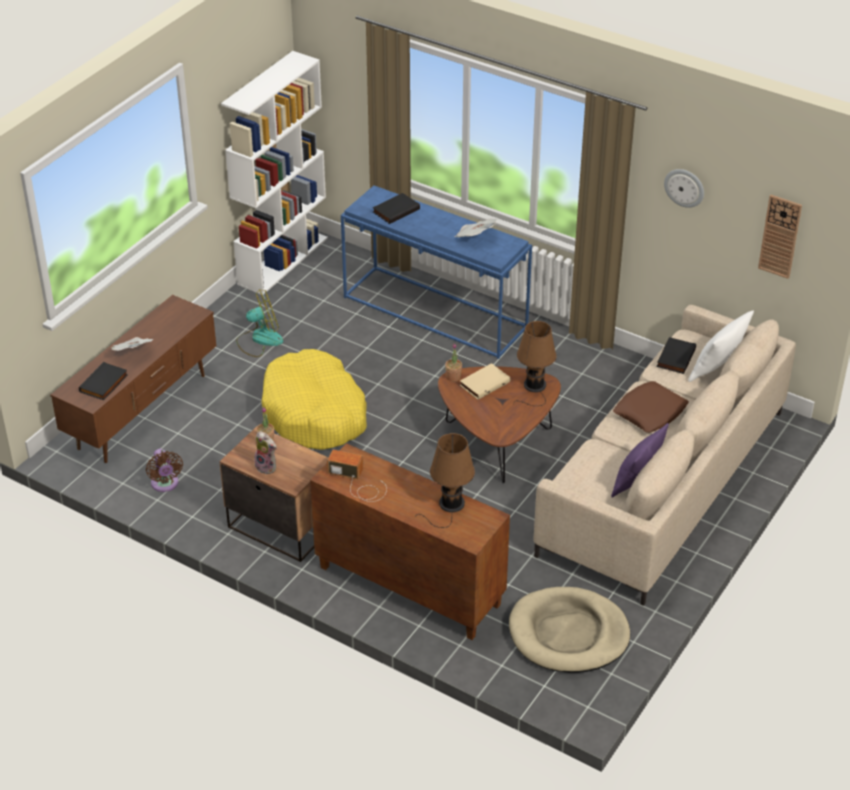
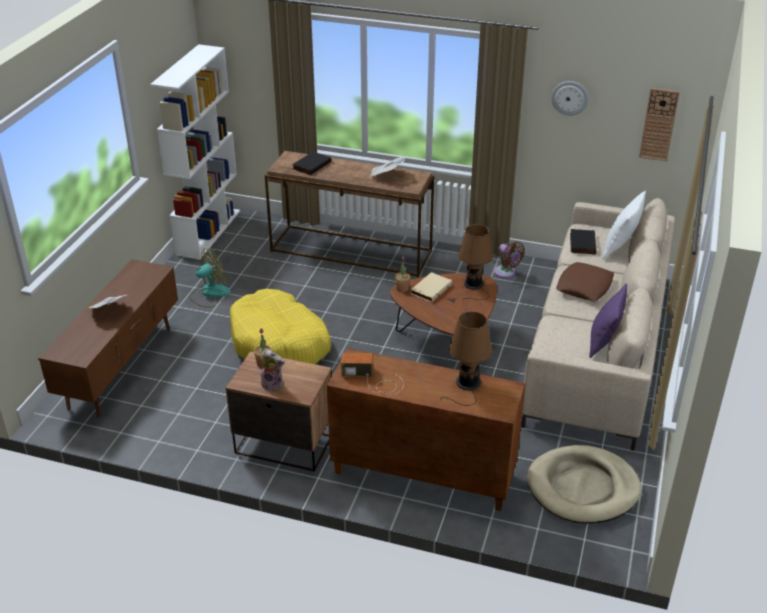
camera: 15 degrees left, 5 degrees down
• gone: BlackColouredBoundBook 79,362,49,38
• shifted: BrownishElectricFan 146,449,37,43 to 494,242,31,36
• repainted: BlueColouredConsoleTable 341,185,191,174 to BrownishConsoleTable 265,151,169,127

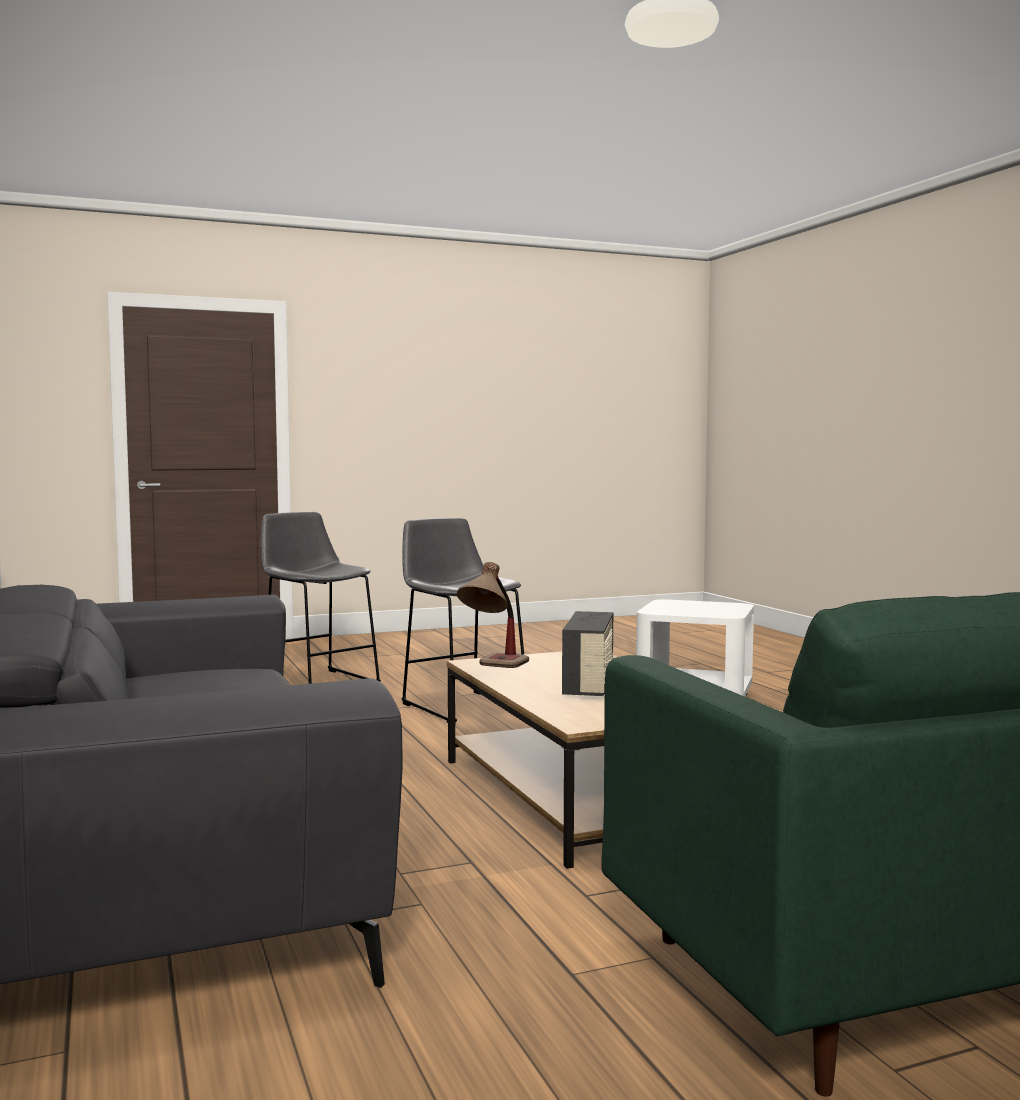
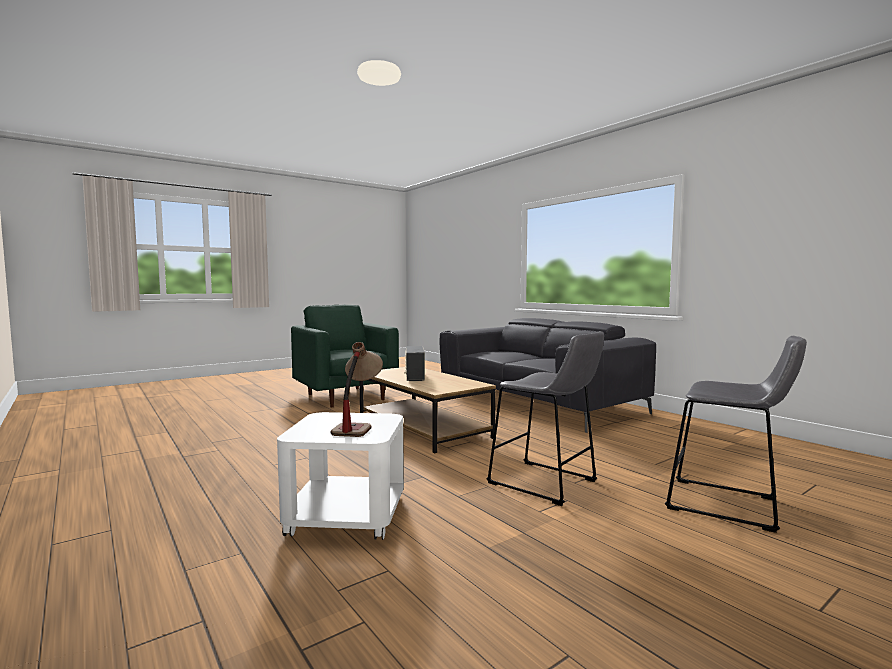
camera: 165 degrees right, 0 degrees up
• shifted: TableLamp 457,562,72,106 to 330,342,53,95

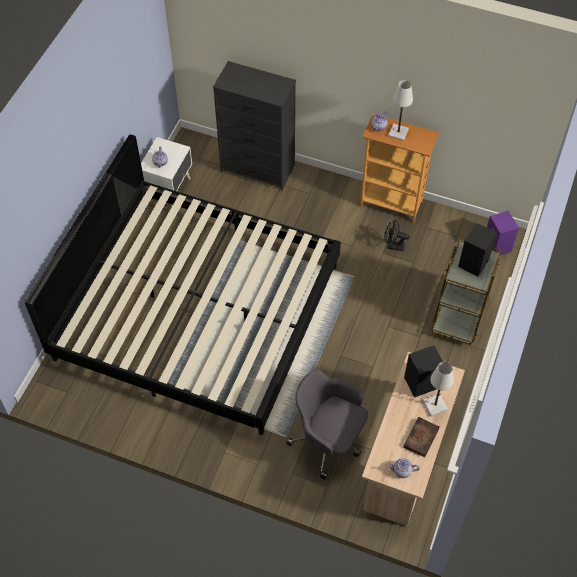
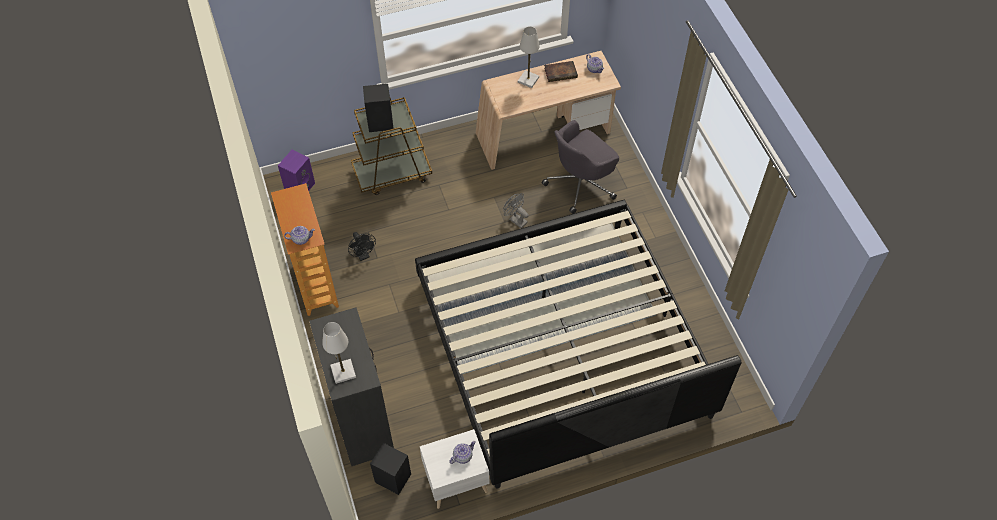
camera: 130 degrees left, 0 degrees up
• new: GreyElectricFan 503,193,26,35
• shifted: WhiteTableLamp 388,80,25,61 to 322,322,34,62
• shifted: BlackColouredAudioSpeaker 404,345,39,53 to 370,443,41,52
• rotated: GreyDeskChair 286,369,82,110 = 542,120,77,94 60 degrees clockwise

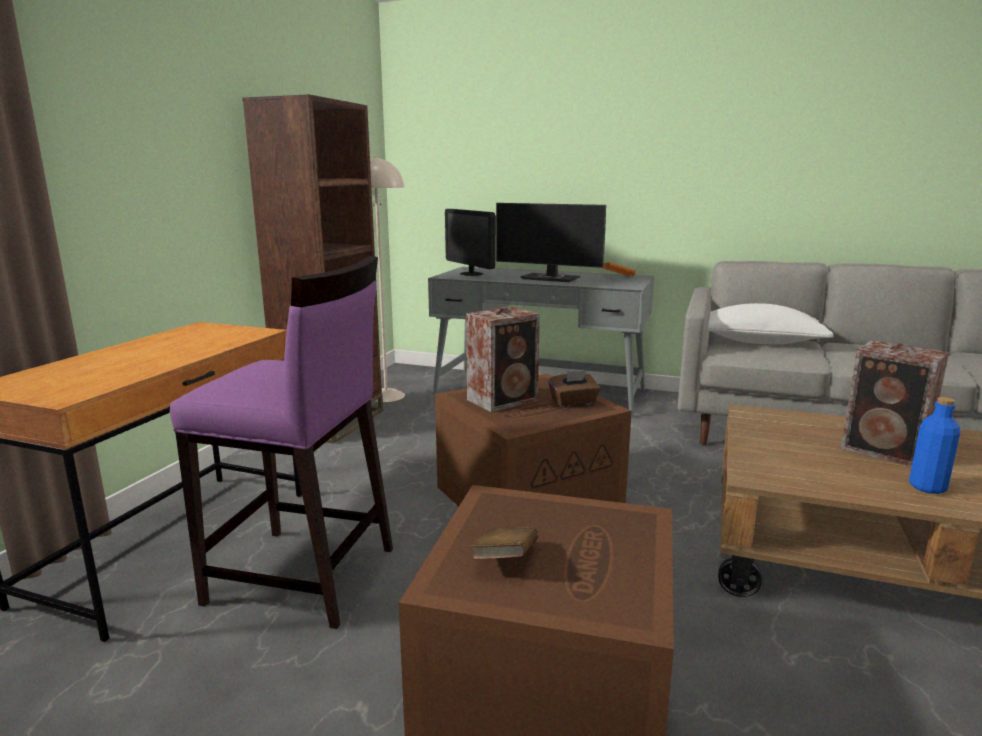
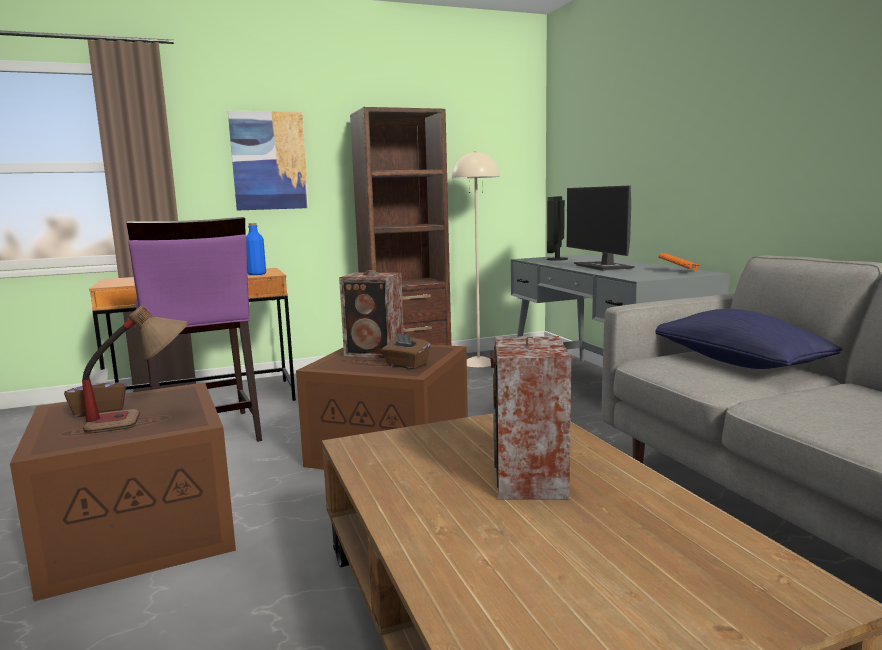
camera: 50 degrees right, 5 degrees down
• new: TableLamp 82,305,106,128
• new: WallPicture 228,111,81,99
• shifted: BlueColouredDrinkBottle 909,397,52,97 to 246,223,20,52
• swapped: BrownishBoundBook 470,528,69,31 to BrownishTissueBox 64,368,63,49
• repainted: WhitePillow 708,303,126,41 to BlueColouredPillow 655,309,188,60

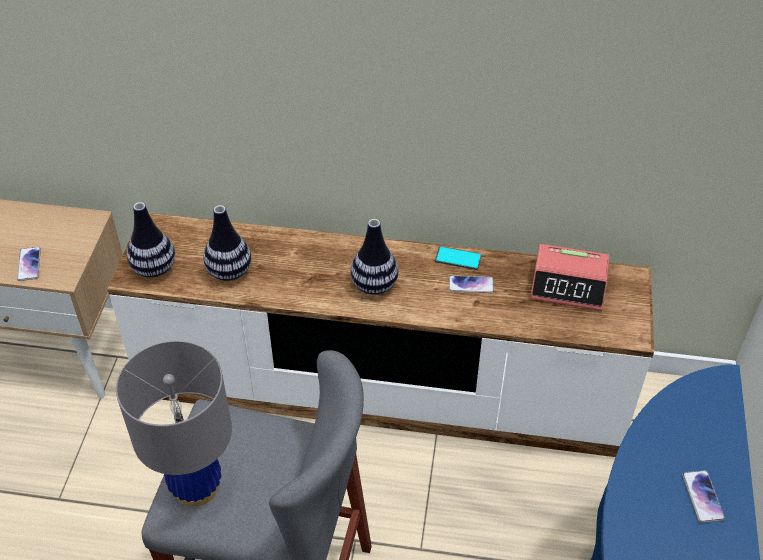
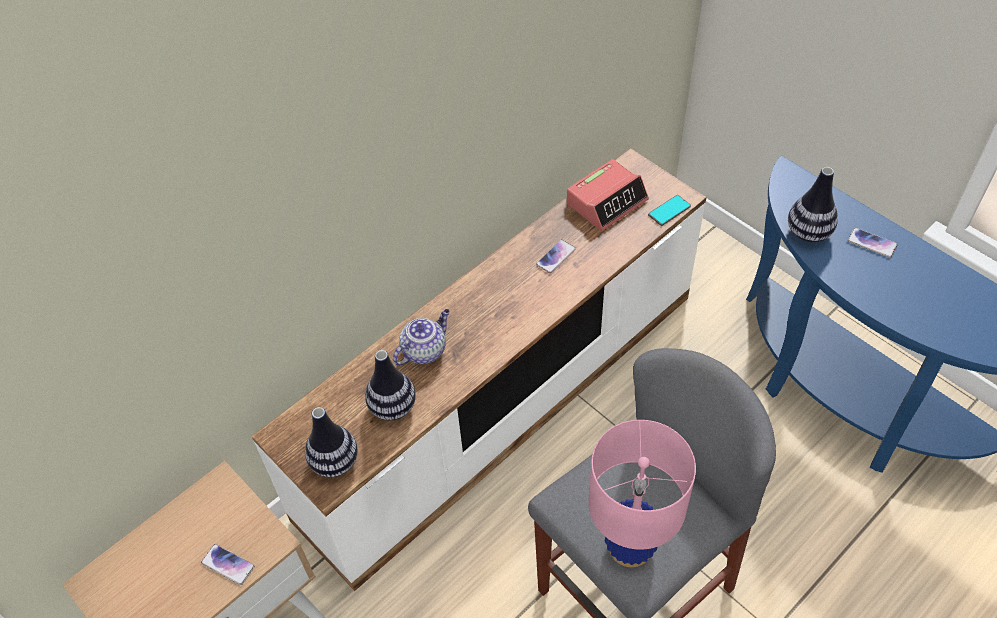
camera: 50 degrees left, 5 degrees up
• new: PotForTea 393,309,57,57
• shifted: DecorativeVase 350,219,49,76 to 788,167,50,75
• shifted: Handset 435,246,47,24 to 648,195,43,31
• repainted: GreyTableLamp 116,341,116,165 to PinkTableLamp 588,420,108,147

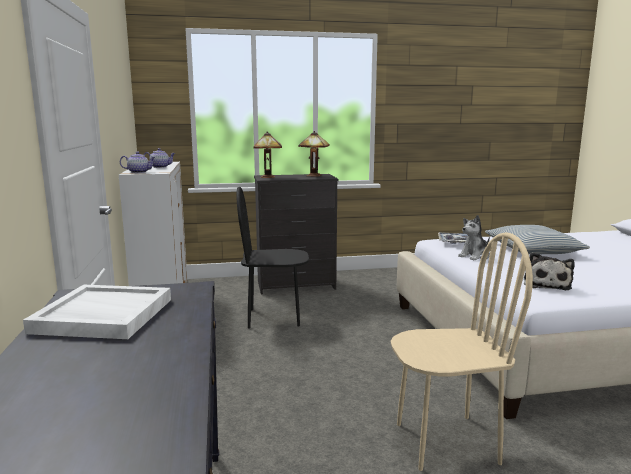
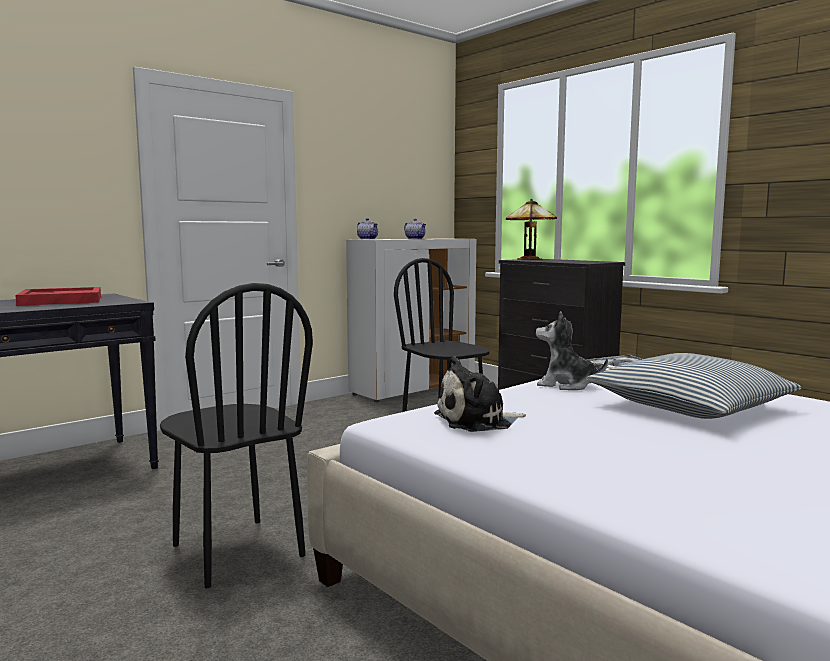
camera: 60 degrees right, 5 degrees down
• gone: TableLamp 298,131,31,46
• repainted: WhiteCarryingTray 23,285,148,54 to RedColouredCarryingTray 15,287,86,19
• repainted: SandColouredPlainChair 391,232,142,239 to BlackColouredPlainChair 160,283,153,305

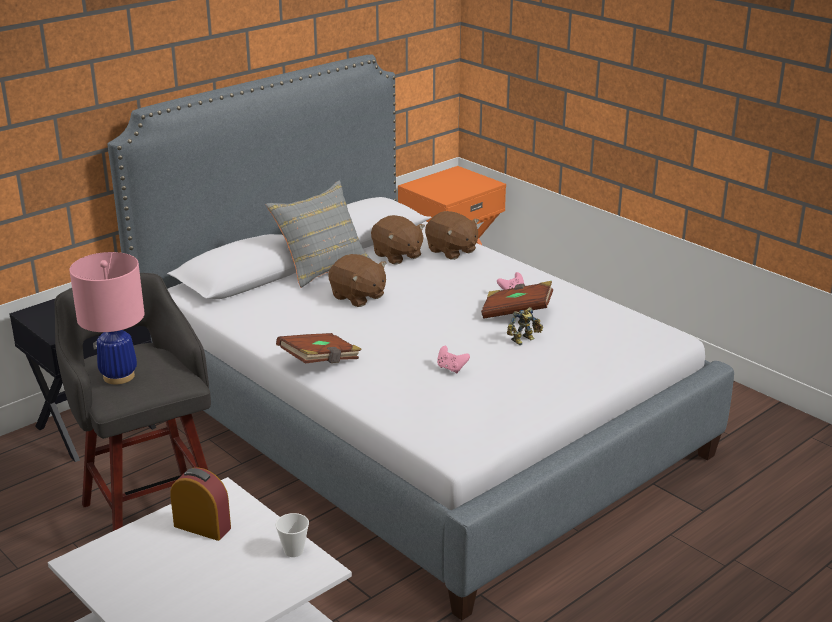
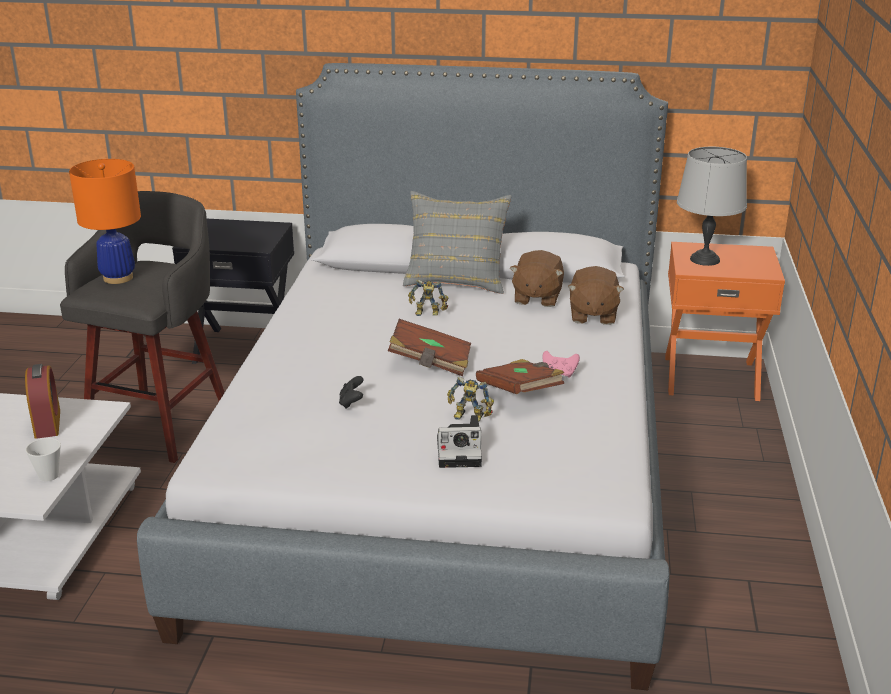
camera: 50 degrees right, 0 degrees up
• new: PhotoCamera 437,415,45,53
• new: GreyTableLamp 677,147,70,119
• shifted: BrownishBoundBook 276,333,86,31 to 388,319,83,57
• swapped: BrownishCuddlyToy 328,254,58,53 to RobotFigure 408,280,40,36
• repainted: PinkTableLamp 69,252,76,132 to OrangeyTableLamp 69,159,72,125
• repainted: PinkGameController 437,346,33,27 to BlackColouredGameController 339,376,24,33

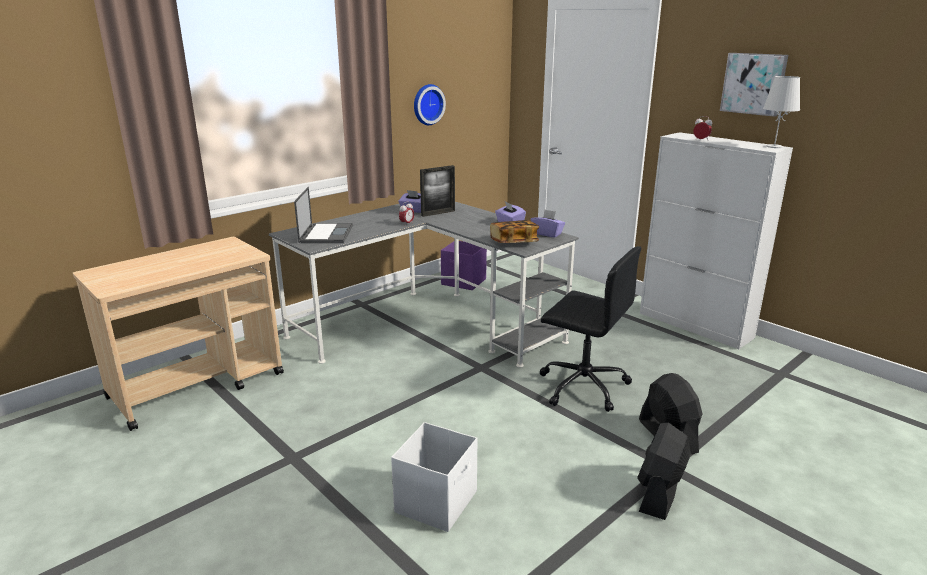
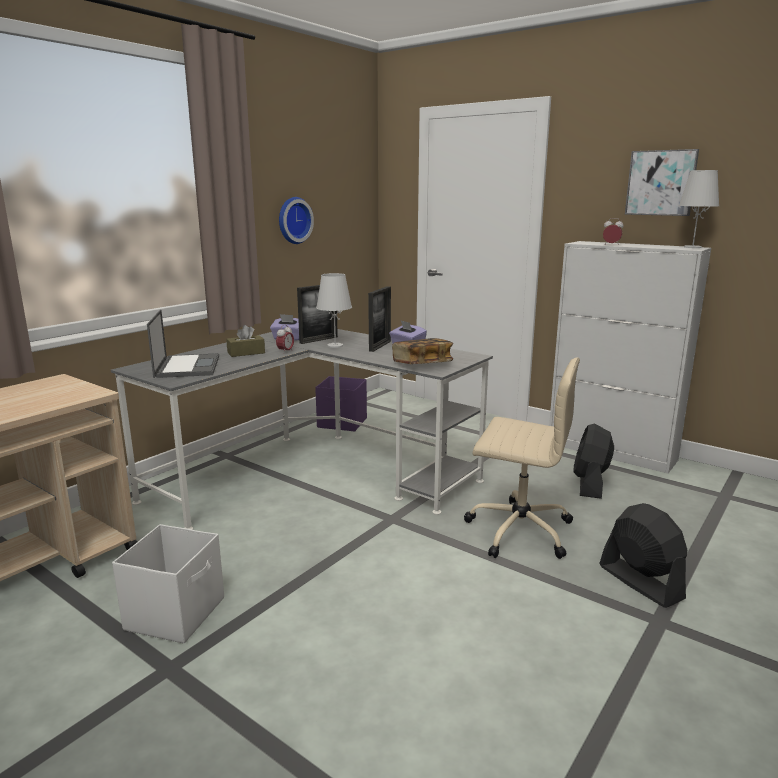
camera: 10 degrees left, 5 degrees down
• gone: PurpleTissueBox 531,209,34,29
• new: BrownishTissueBox 226,325,39,32
• new: WhiteTableLamp 316,273,36,75
• new: PhotoFrame 368,286,23,66
• shifted: WhiteStorageContainer 391,422,86,110 to 112,524,112,120
• shifted: BlackColouredElectricFan 637,423,54,97 to 573,423,41,76
• repainted: BlackColouredDeskChair 540,246,101,166 to SandColouredDeskChair 464,357,116,202

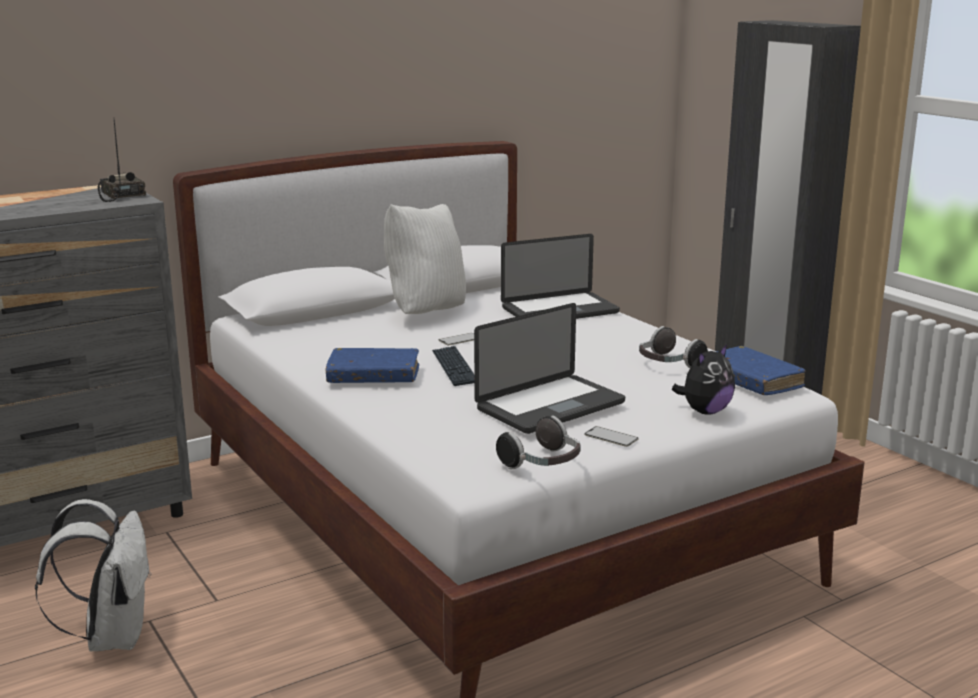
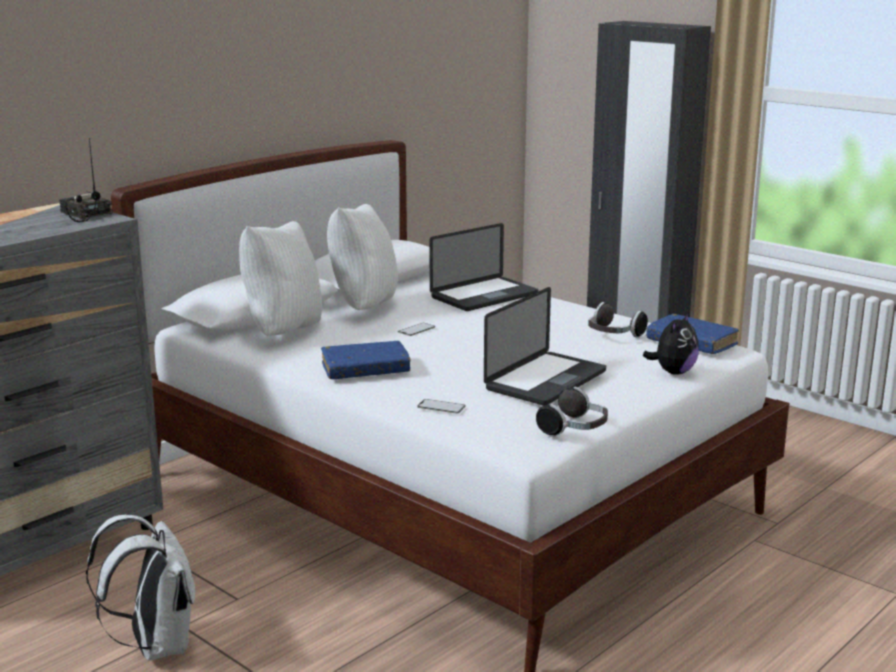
camera: 15 degrees left, 0 degrees up
• gone: ComputerKeyboard 432,346,42,40
• new: WhitePillow 239,221,83,115
• shifted: Handset 584,426,54,21 to 417,399,48,15

